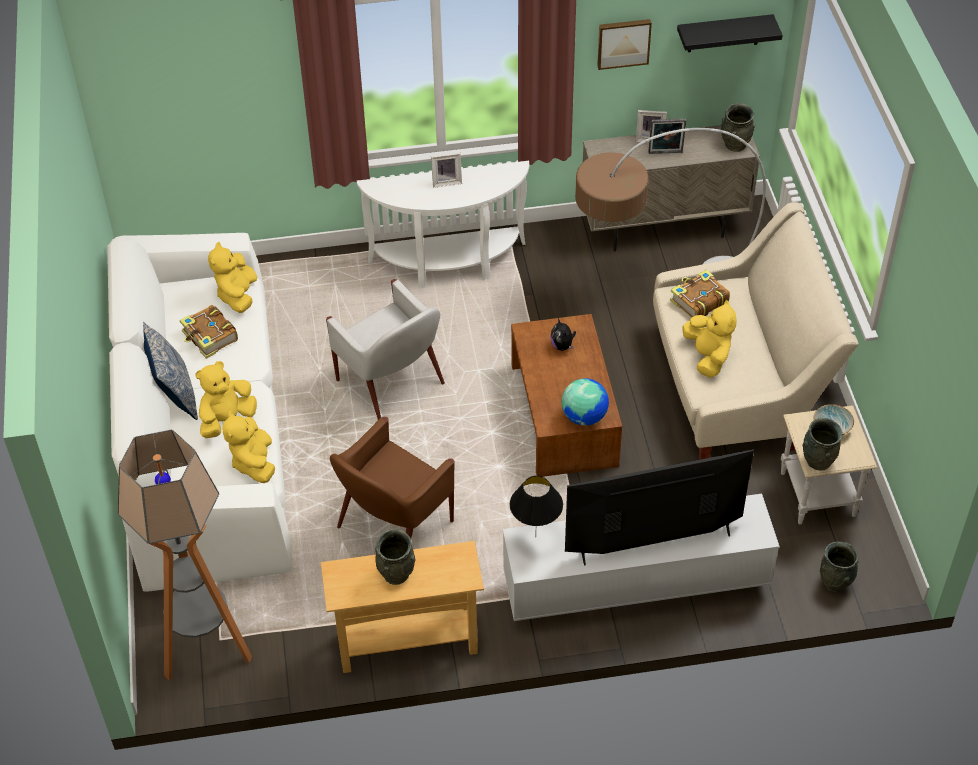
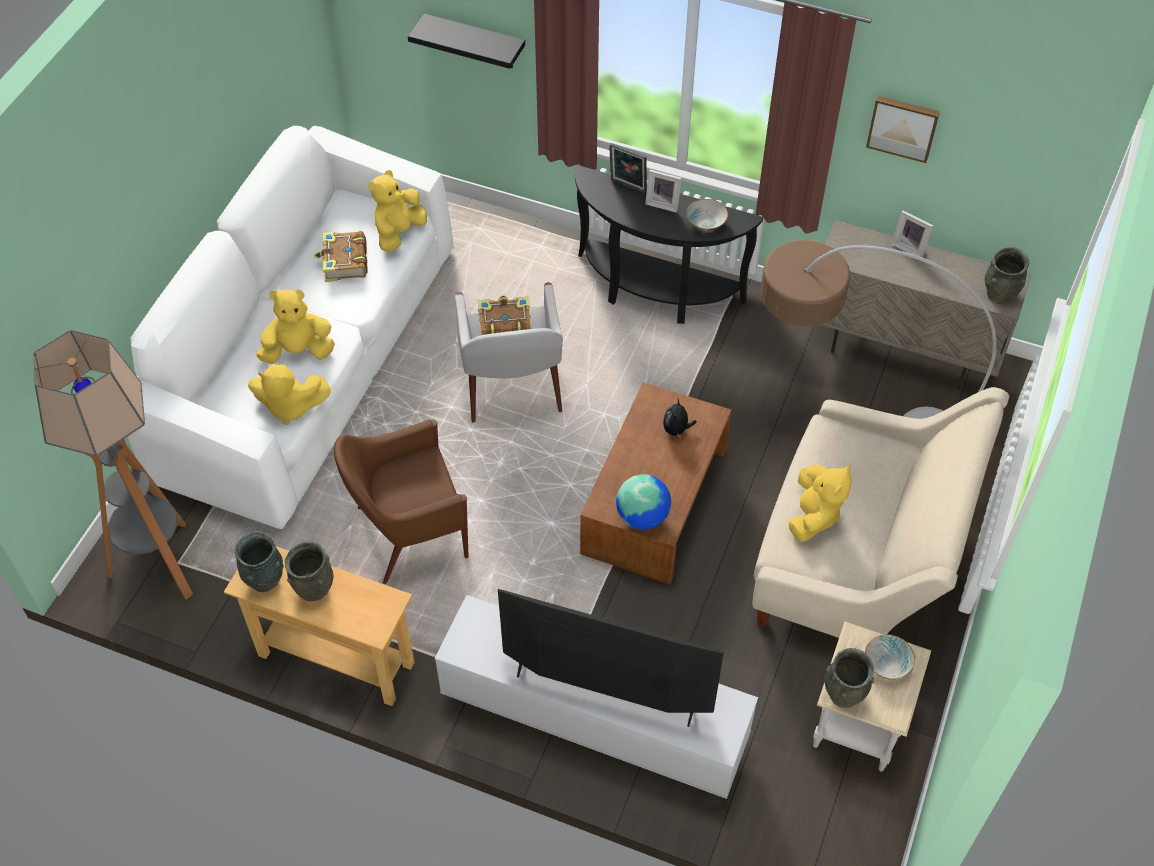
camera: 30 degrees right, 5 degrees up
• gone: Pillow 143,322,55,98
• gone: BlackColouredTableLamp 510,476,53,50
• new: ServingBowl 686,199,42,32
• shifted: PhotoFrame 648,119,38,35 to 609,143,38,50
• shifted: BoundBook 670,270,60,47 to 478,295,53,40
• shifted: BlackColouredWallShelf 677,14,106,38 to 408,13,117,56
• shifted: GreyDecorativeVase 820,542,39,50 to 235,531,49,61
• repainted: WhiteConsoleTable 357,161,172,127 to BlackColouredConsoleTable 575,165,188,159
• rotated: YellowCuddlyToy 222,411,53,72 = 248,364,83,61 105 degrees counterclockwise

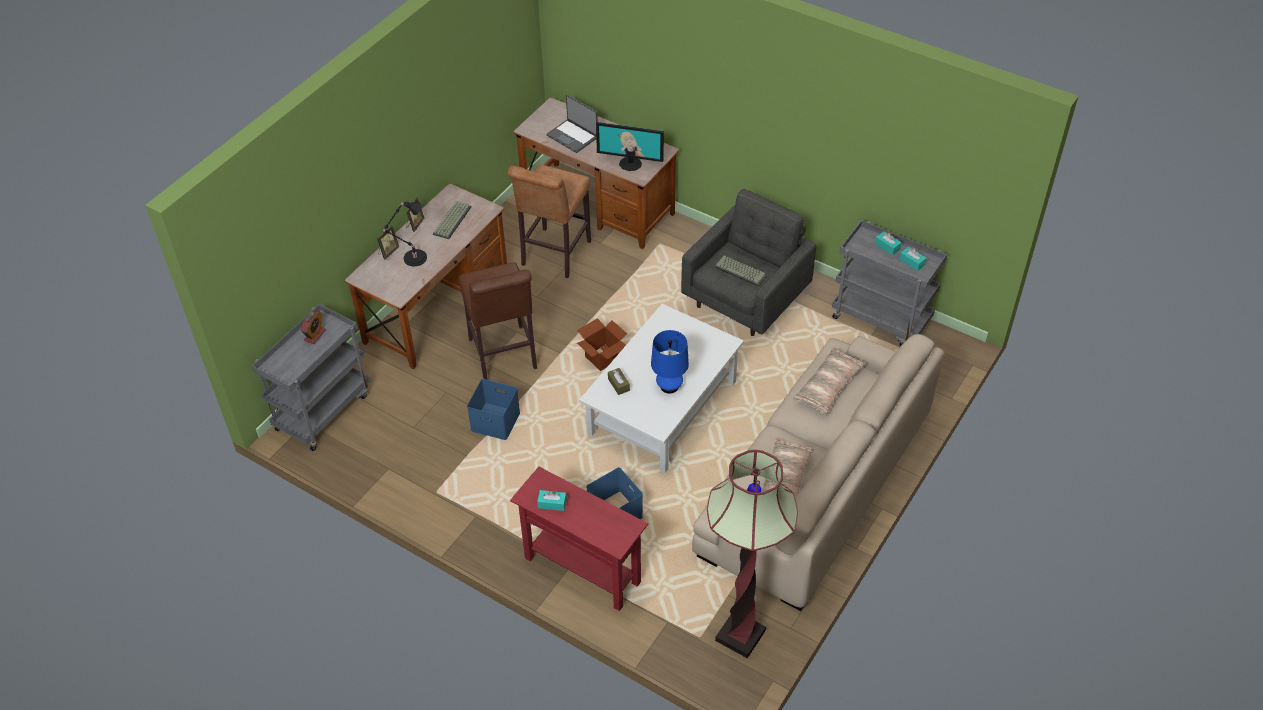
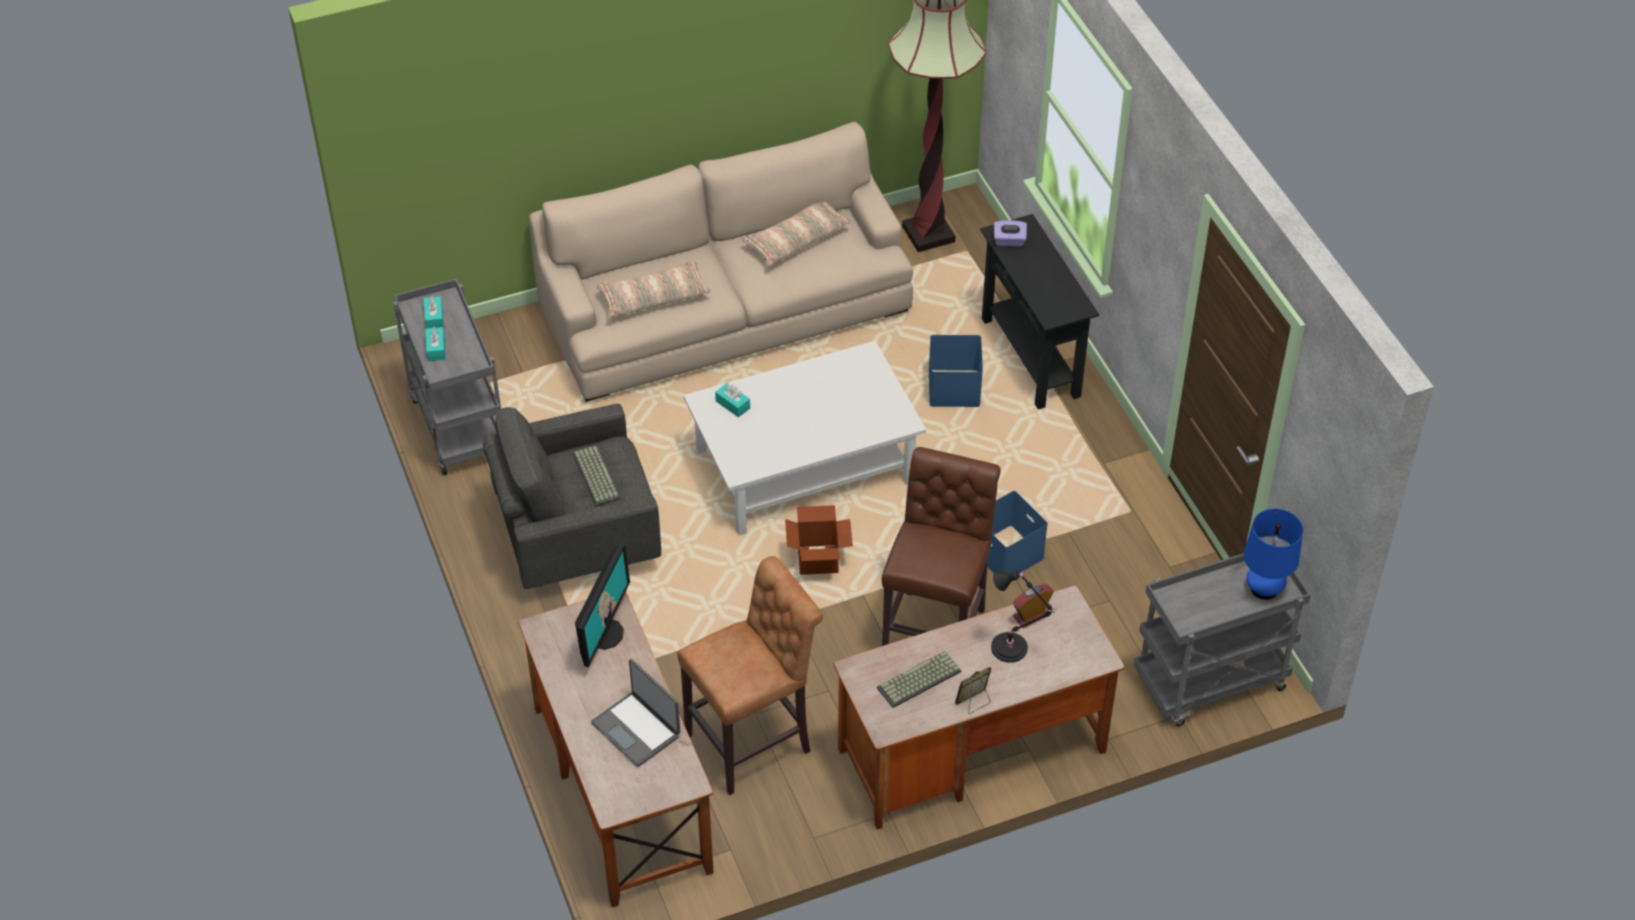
camera: 145 degrees left, 0 degrees up
• gone: PhotoFrame 377,225,22,35
• gone: BrownishTissueBox 608,368,22,27
• new: PurpleTissueBox 994,220,33,27
• shifted: BedsideClock 301,311,25,33 to 1013,584,41,44
• shifted: TurquoiseColouredTissueBox 537,490,30,21 to 715,383,35,34
• shifted: BlueColouredTableLamp 651,330,38,64 to 1244,509,59,91
• repainted: RedColouredConsoleTable 510,467,138,144 to BlackColouredConsoleTable 980,214,119,195
• rotated: PortableComputer 546,95,52,58 = 591,659,90,108 150 degrees clockwise
• rotated: ComputerDisplay 596,122,68,49 = 575,543,55,124 60 degrees clockwise

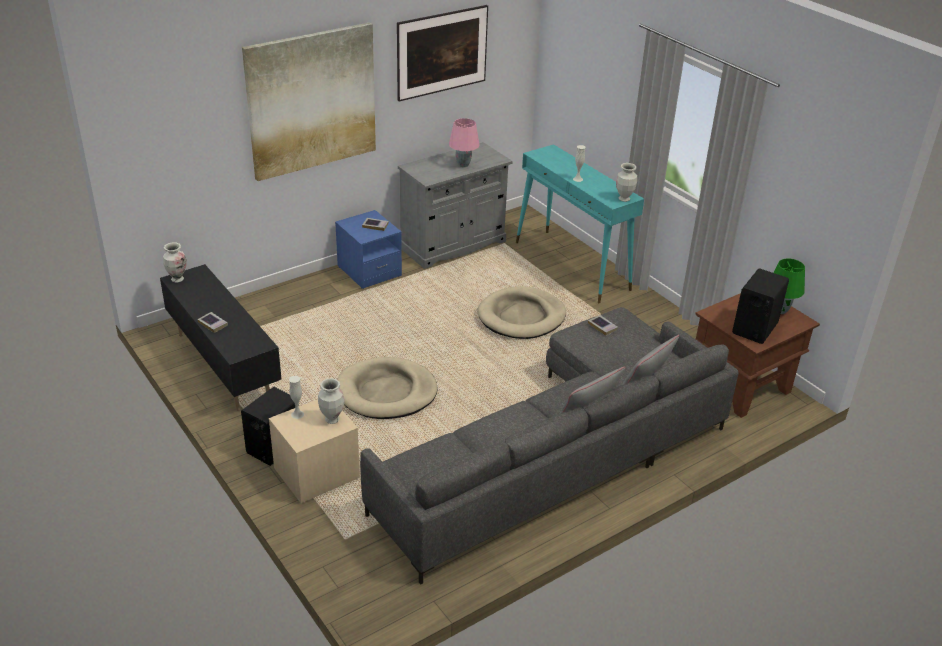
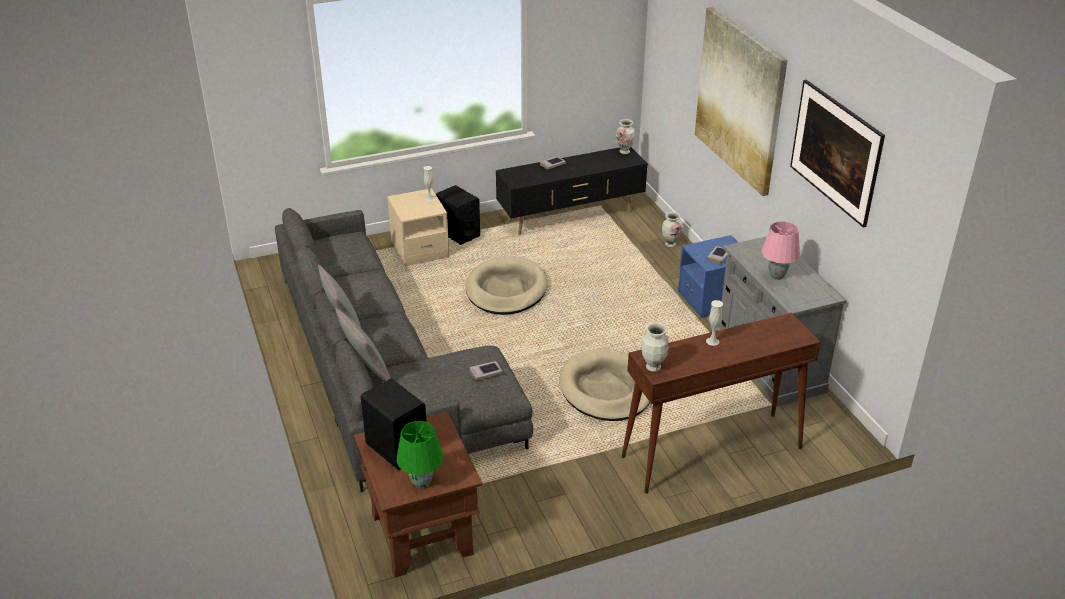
camera: 105 degrees right, 0 degrees up
• shifted: DecorativeVase 318,378,26,46 to 662,212,20,35
• repainted: TurquoiseColouredConsoleTable 516,144,128,159 to BrownishConsoleTable 622,313,199,181

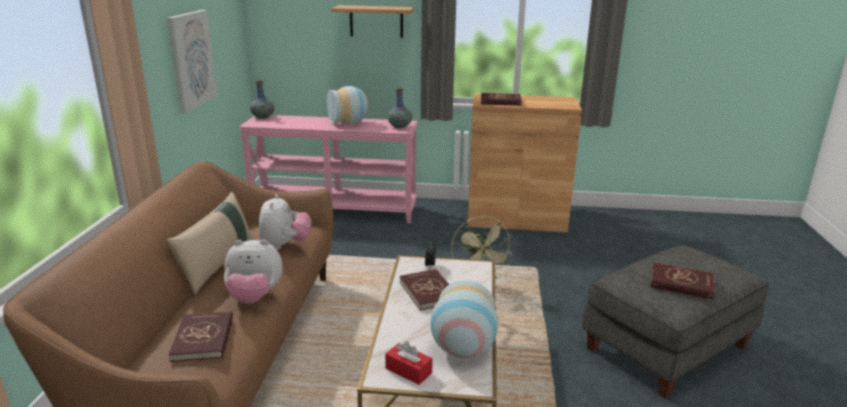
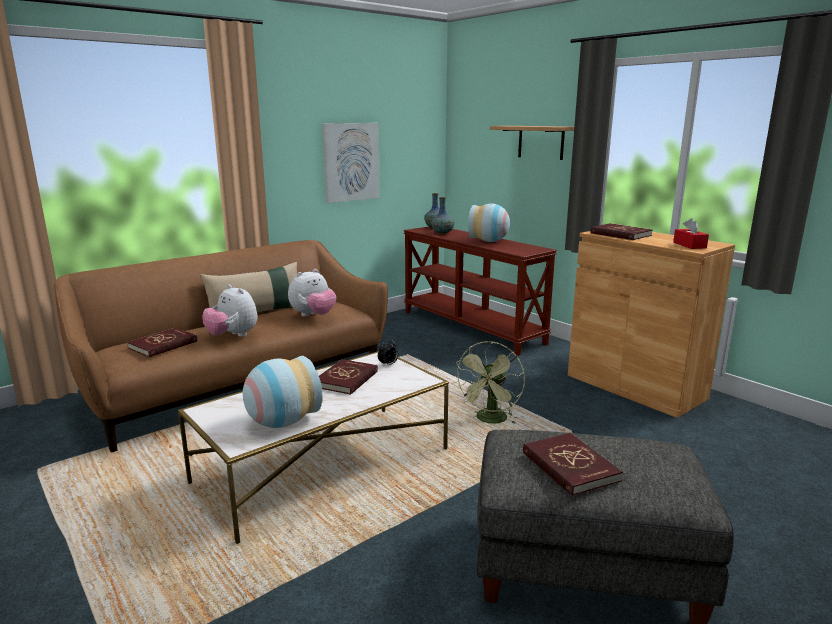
camera: 45 degrees right, 5 degrees down
• shifted: RedColouredTissueBox 385,341,48,44 to 673,218,36,31
• shifted: DecorativeVase 388,89,24,39 to 431,197,23,37
• repainted: PinkConsoleTable 239,115,179,108 to BrownishConsoleTable 404,226,153,130

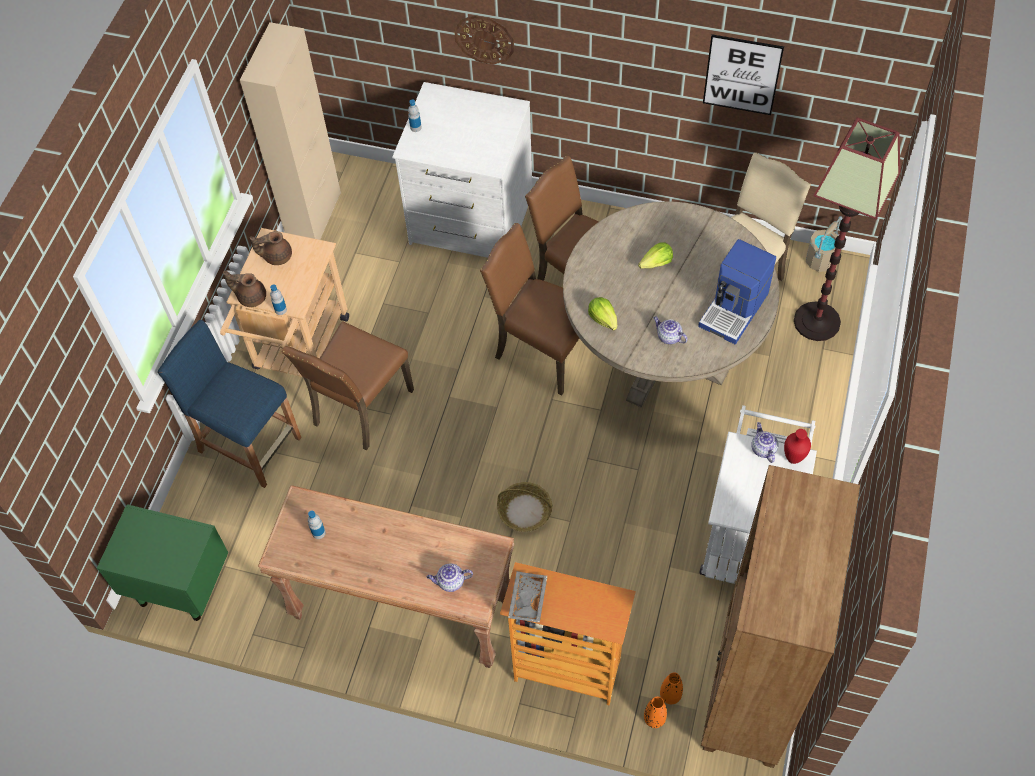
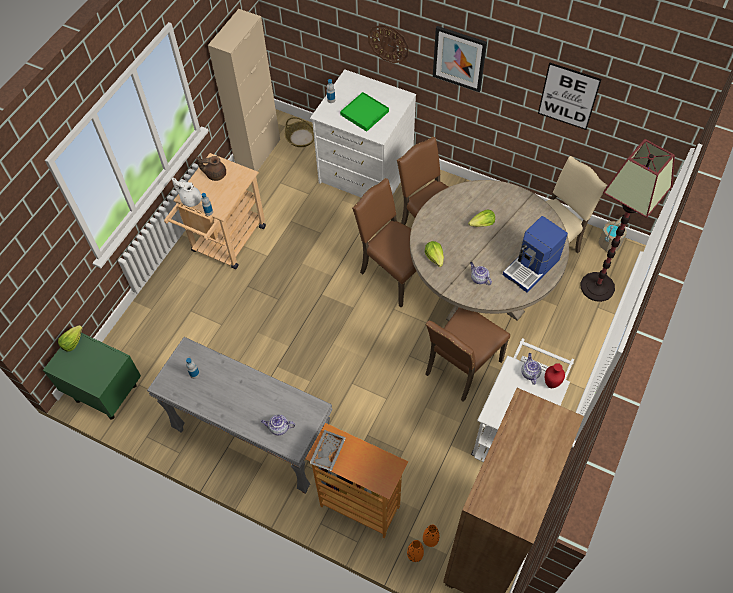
camera: 10 degrees right, 0 degrees up
• gone: BlueColouredSittingStool 158,320,144,168
• new: HeadOfLettuce 58,325,25,27
• new: GreenCarryingTray 340,92,49,40
• new: WallPicture 433,26,54,66
• shifted: BrownishPlainChair 282,321,132,129 to 425,308,85,94
• shifted: Basket 497,482,55,50 to 285,117,29,30
• repainted: BrownishPotForTea 223,271,43,36 to WhitePotForTea 172,178,30,29
• repainted: BrownishConsoleTable 258,485,256,183 to GreyConsoleTable 147,337,186,157

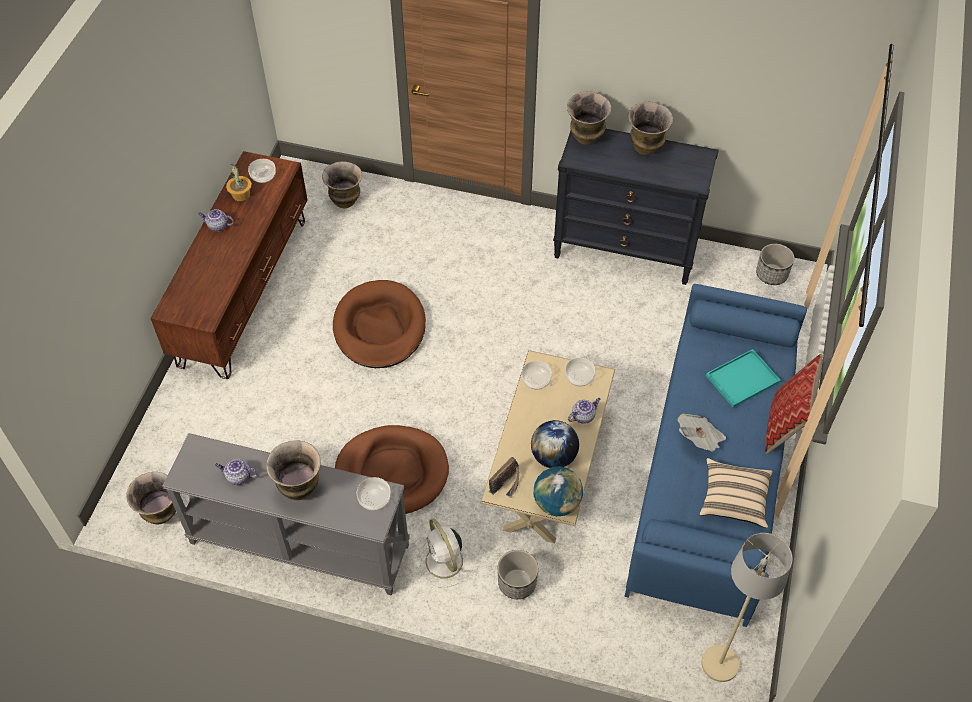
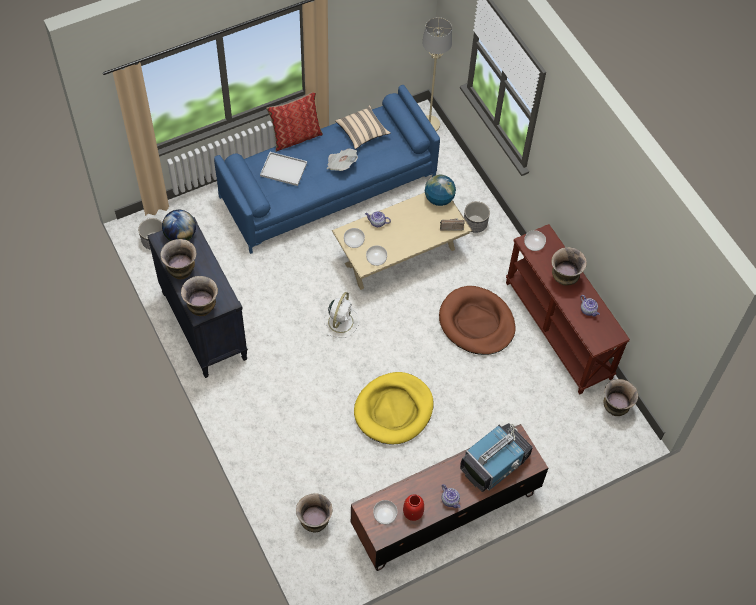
camera: 135 degrees left, 5 degrees up
• new: TvSet 460,423,73,69
• shifted: WhiteElectricFan 417,518,57,69 to 324,292,35,46
• shifted: DeskGlobe 531,420,48,48 to 162,210,34,31
• swapped: PlantInAPot 226,164,26,37 to RedColouredDecorativeVase 403,494,21,27
• repainted: GreyConsoleTable 163,433,247,163 to BrownishConsoleTable 506,224,124,170
• repainted: BrownishDogCushion 333,280,93,88 to YellowDogCushion 354,372,79,73
• repainted: TurquoiseColouredCarryingTray 706,349,75,58 to WhiteCarryingTray 260,152,47,34

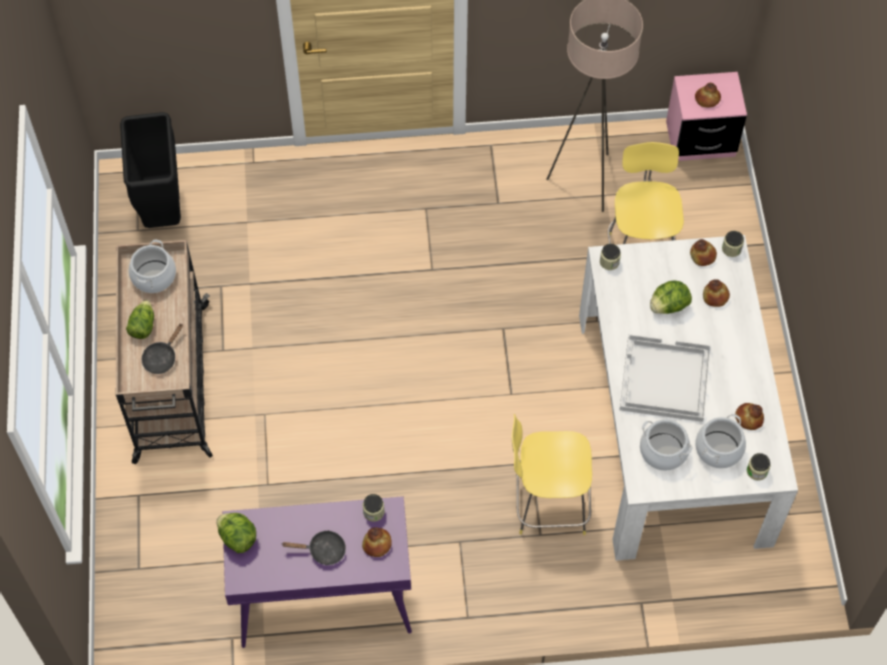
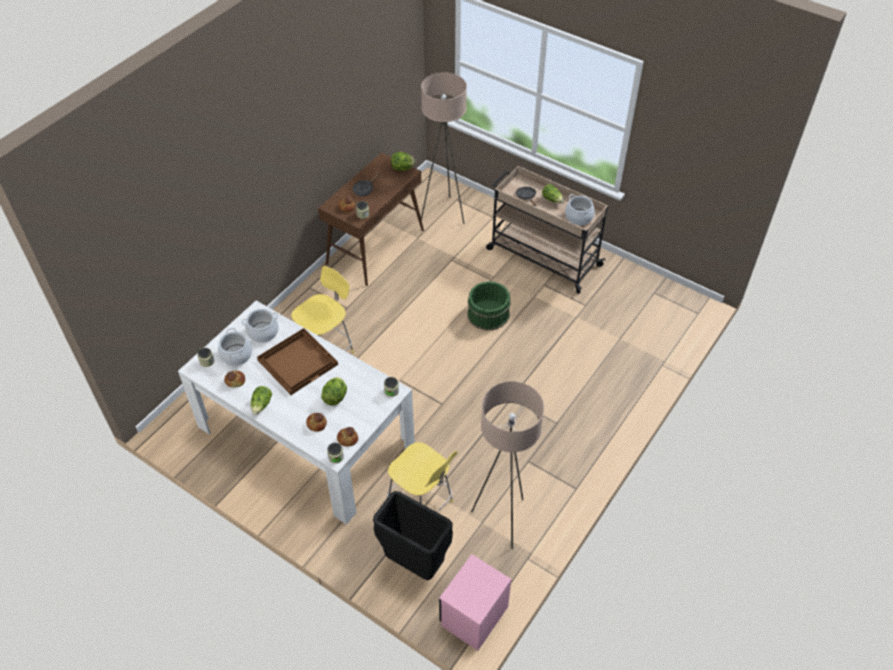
camera: 130 degrees right, 10 degrees down
• gone: BakeryBread 695,83,26,24
• new: HeadOfLettuce 251,386,21,29
• new: SandColouredStandardLamp 421,72,46,152
• new: GreenPail 467,281,44,50
• shifted: BlackColouredRubbishBin 120,112,61,116 to 373,491,80,90
• repainted: PurpleConsoleTable 223,496,189,152 to BrownishConsoleTable 318,153,106,133
• repainted: WhiteCarryingTray 620,334,91,88 to BrownishCarryingTray 257,328,81,67

